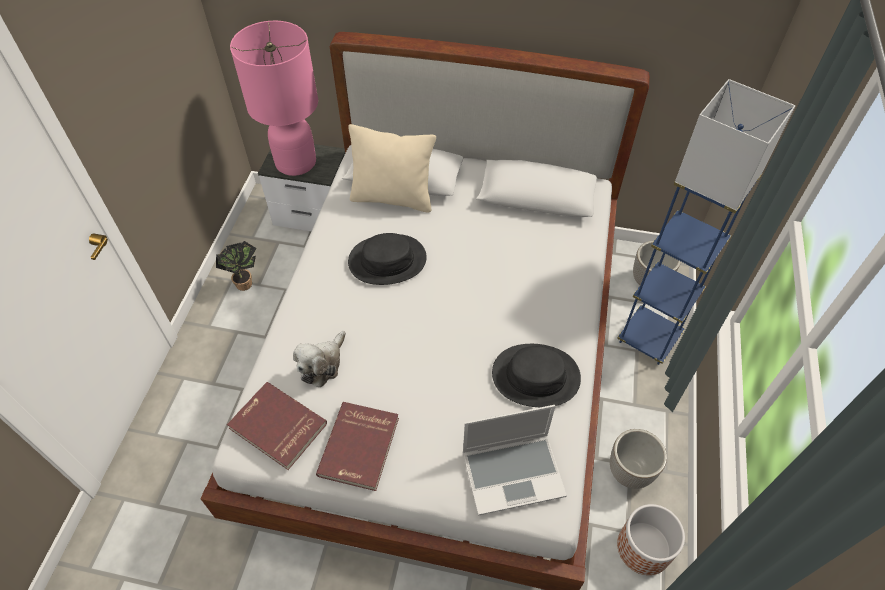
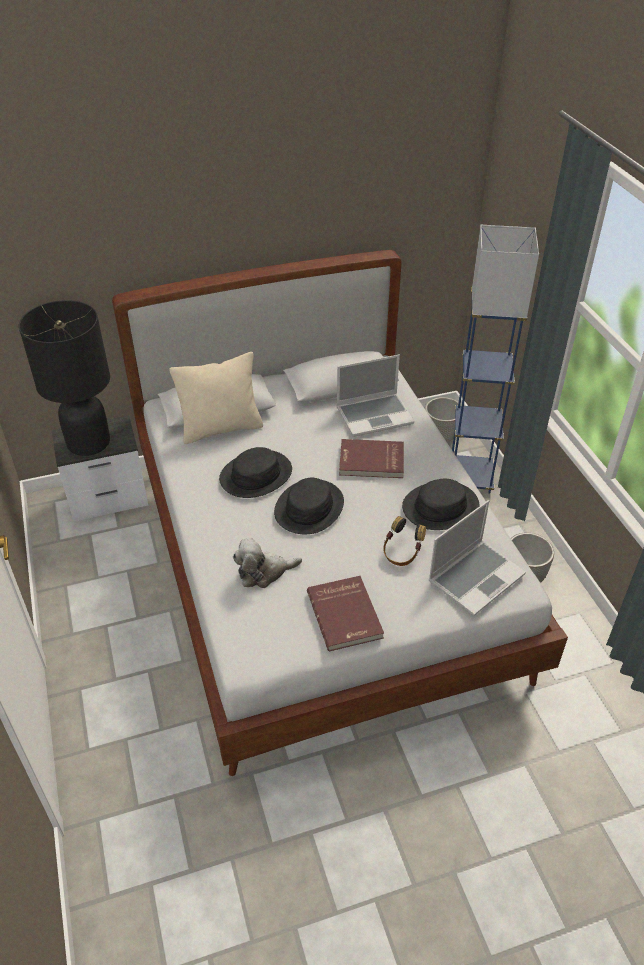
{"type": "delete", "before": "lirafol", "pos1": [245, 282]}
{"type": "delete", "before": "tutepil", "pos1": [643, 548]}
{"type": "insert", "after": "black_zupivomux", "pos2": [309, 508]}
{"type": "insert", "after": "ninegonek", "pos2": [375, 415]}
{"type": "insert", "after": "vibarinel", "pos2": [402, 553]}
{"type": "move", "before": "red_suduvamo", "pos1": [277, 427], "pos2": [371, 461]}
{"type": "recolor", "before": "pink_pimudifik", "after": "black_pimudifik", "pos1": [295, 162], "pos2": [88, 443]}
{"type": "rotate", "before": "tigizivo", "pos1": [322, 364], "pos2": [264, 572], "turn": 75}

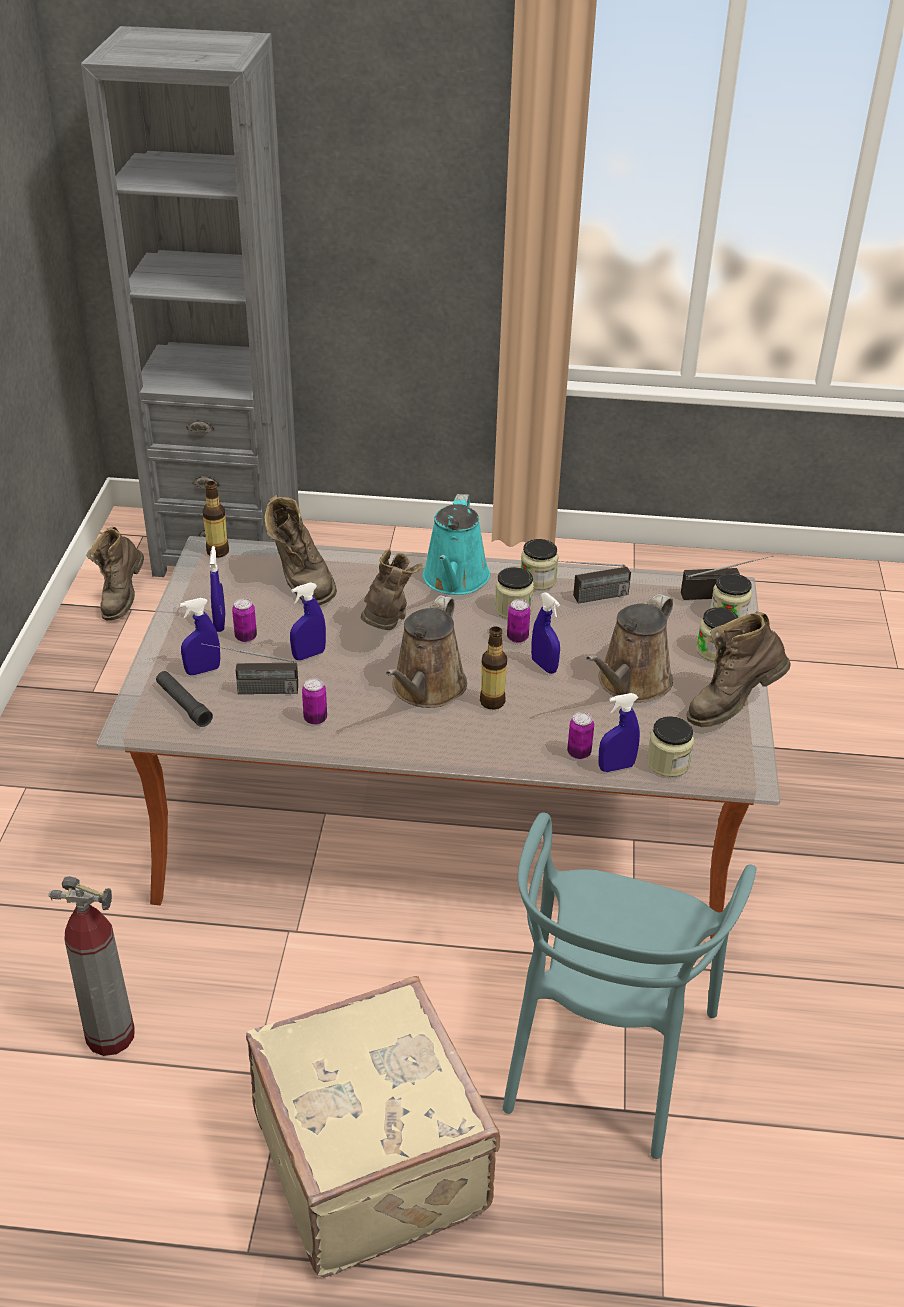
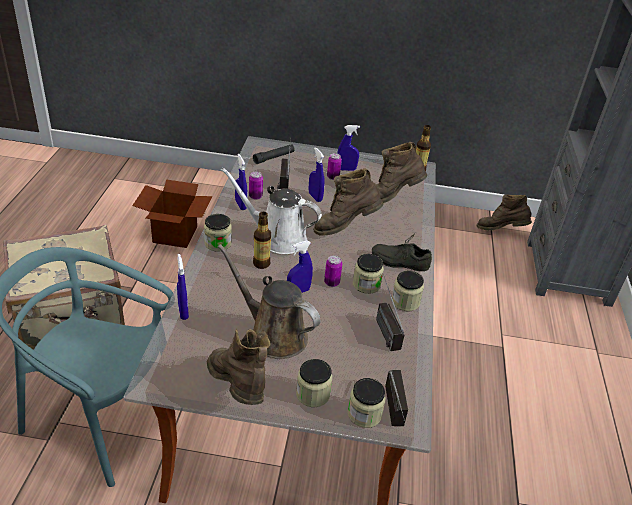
{"type": "delete", "before": "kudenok", "pos1": [579, 753]}
{"type": "move", "before": "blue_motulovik", "pos1": [203, 670], "pos2": [241, 205]}
{"type": "move", "before": "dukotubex", "pos1": [668, 763], "pos2": [218, 243]}
{"type": "replace", "before": "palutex", "after": "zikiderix", "pos1": [110, 1035], "pos2": [175, 234]}
{"type": "replace", "before": "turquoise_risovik", "after": "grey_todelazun", "pos1": [455, 580], "pos2": [400, 260]}
{"type": "recolor", "before": "brown_risovik", "after": "white_risovik", "pos1": [426, 689], "pos2": [277, 238]}
{"type": "rotate", "before": "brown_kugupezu", "pos1": [387, 625], "pos2": [345, 227], "turn": 150}

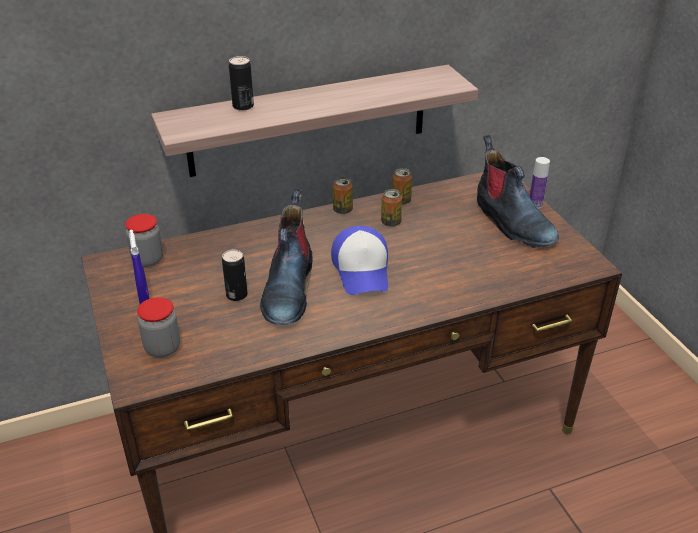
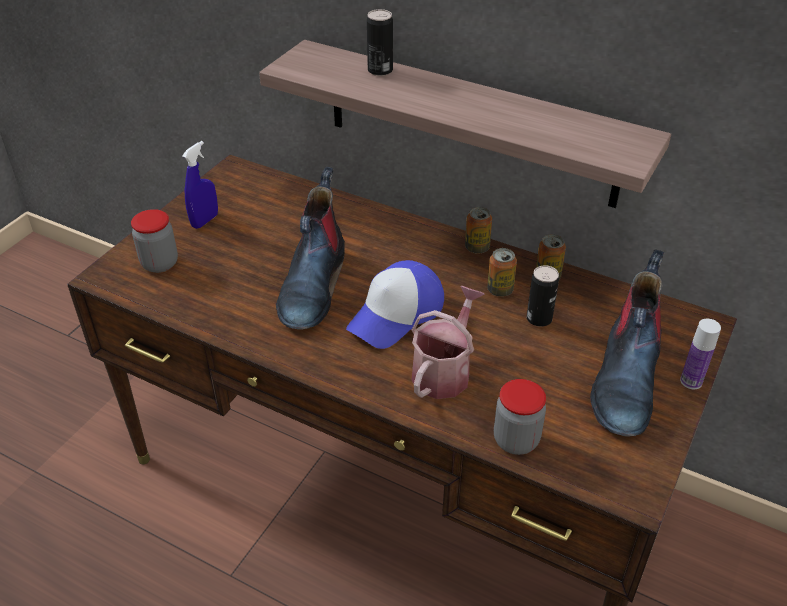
{"type": "insert", "after": "risovik", "pos2": [444, 370]}
{"type": "move", "before": "dukotubex", "pos1": [148, 260], "pos2": [516, 440]}
{"type": "move", "before": "kudenok", "pos1": [236, 295], "pos2": [539, 319]}
{"type": "rotate", "before": "kugupezu", "pos1": [288, 289], "pos2": [312, 285], "turn": -45}

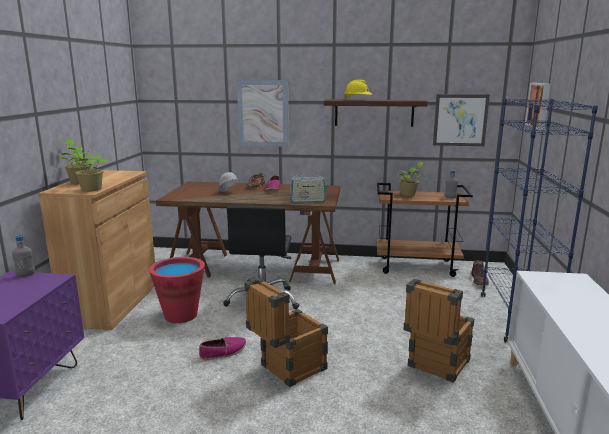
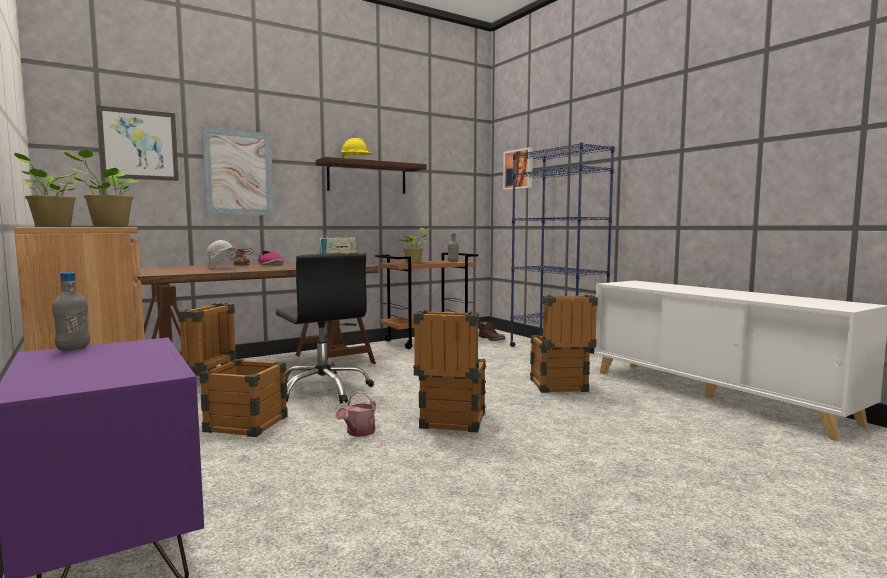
{"type": "move", "before": "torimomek", "pos1": [460, 120], "pos2": [139, 144]}
{"type": "replace", "before": "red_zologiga", "after": "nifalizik", "pos1": [181, 315], "pos2": [237, 423]}
{"type": "replace", "before": "todelazun", "after": "risovik", "pos1": [223, 352], "pos2": [358, 433]}

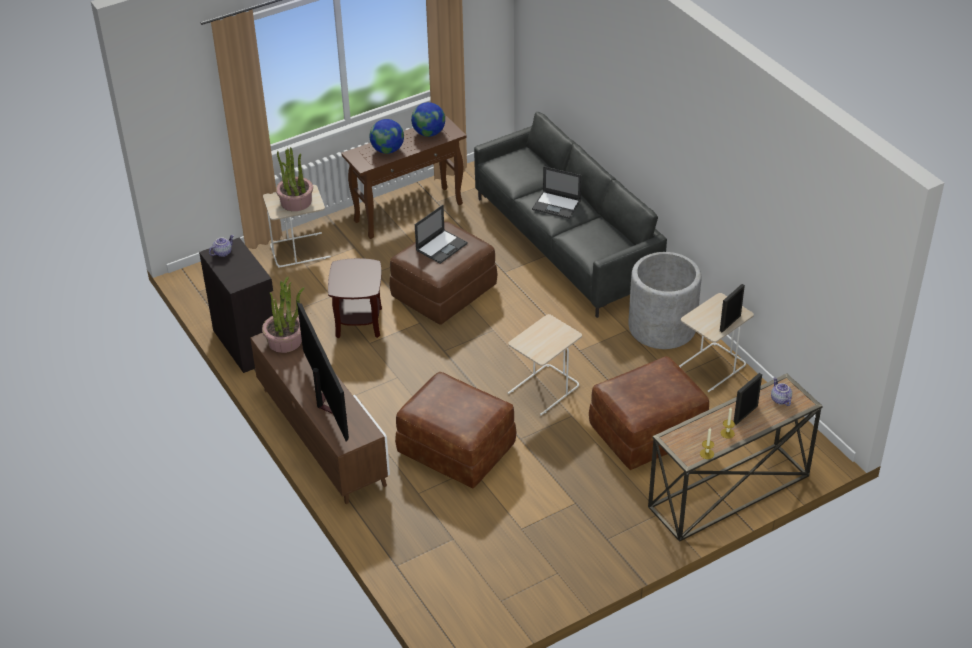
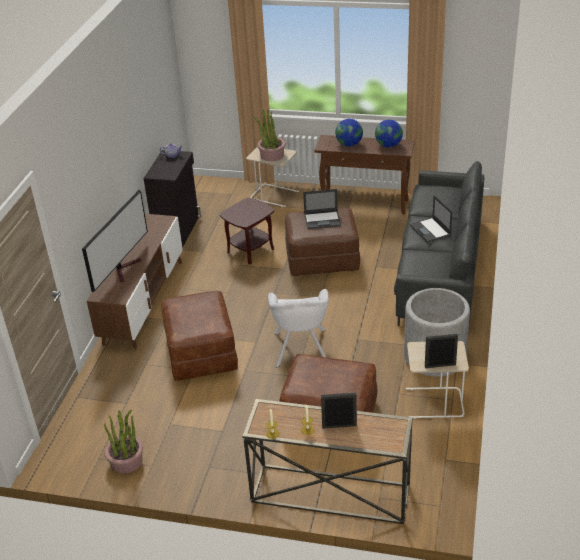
{"type": "delete", "before": "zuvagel", "pos1": [780, 399]}
{"type": "move", "before": "lirafol", "pos1": [285, 341], "pos2": [126, 461]}
{"type": "replace", "before": "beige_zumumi", "after": "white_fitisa", "pos1": [544, 390], "pos2": [301, 350]}

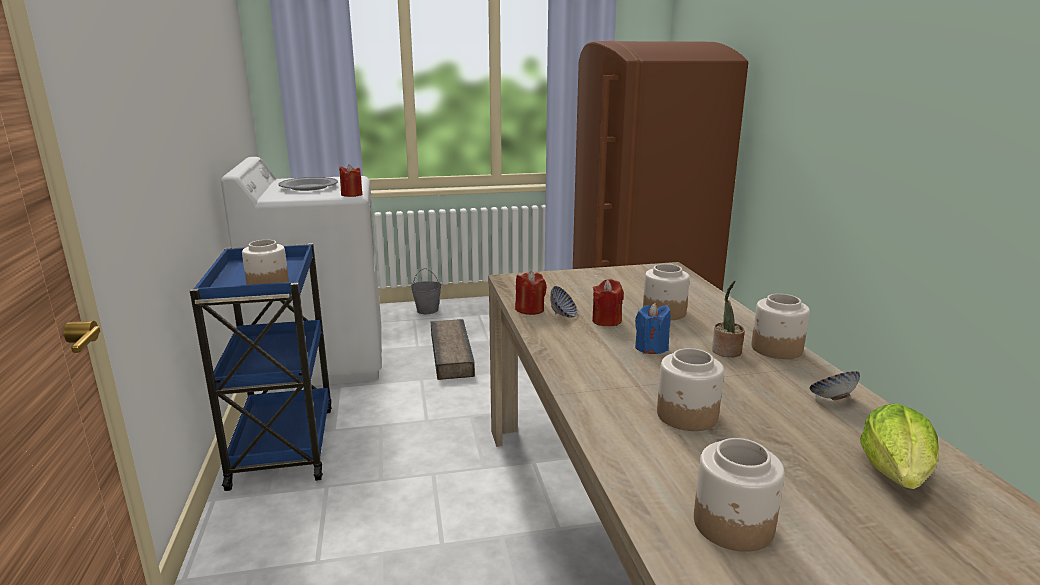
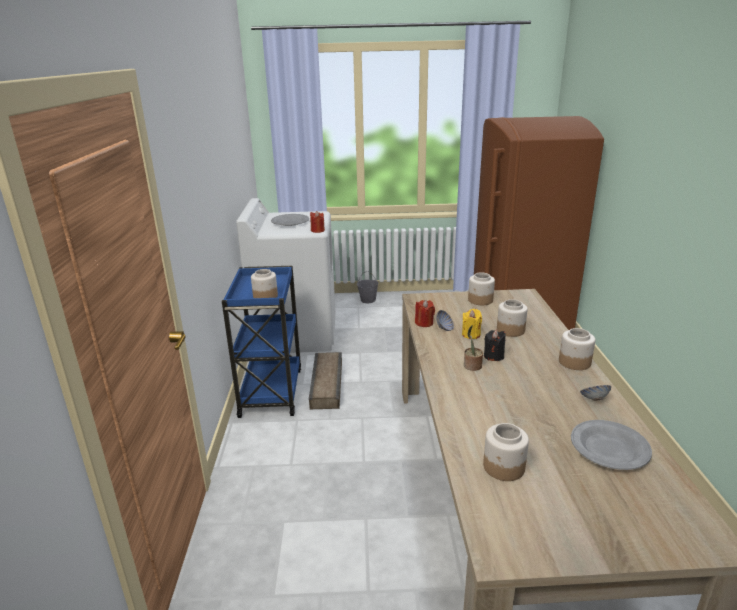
{"type": "move", "before": "nifalizik", "pos1": [453, 354], "pos2": [328, 384]}
{"type": "move", "before": "dukotubex", "pos1": [687, 416], "pos2": [480, 300]}
{"type": "move", "before": "lirafol", "pos1": [726, 352], "pos2": [472, 366]}
{"type": "replace", "before": "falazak", "after": "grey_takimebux", "pos1": [897, 473], "pos2": [609, 448]}
{"type": "recolor", "before": "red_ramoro", "after": "yellow_ramoro", "pos1": [606, 321], "pos2": [471, 334]}
{"type": "recolor", "before": "blue_ramoro", "after": "black_ramoro", "pos1": [651, 348], "pos2": [493, 356]}

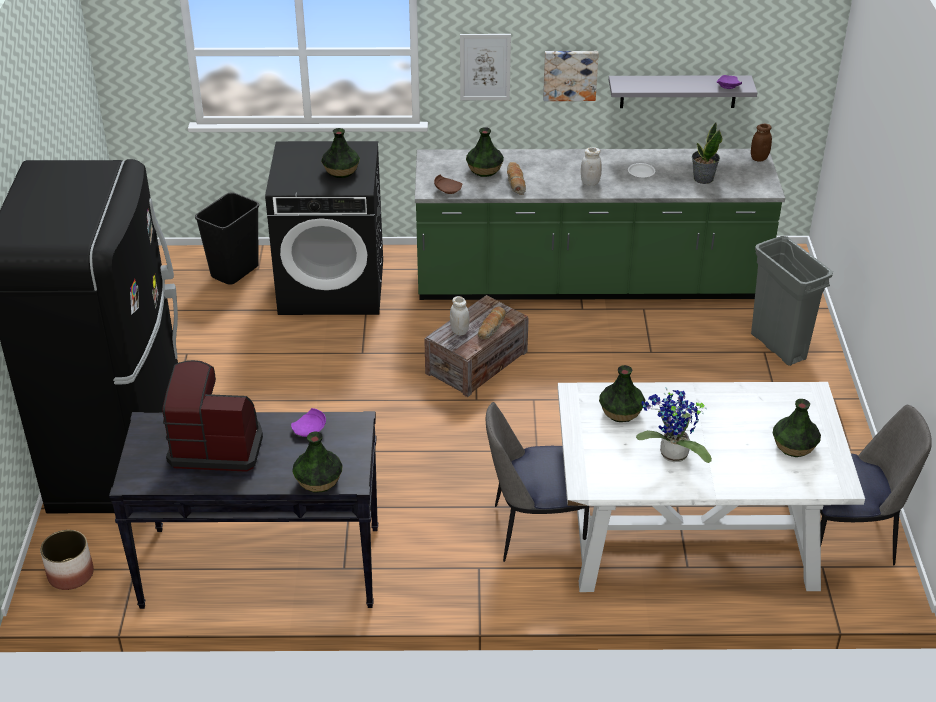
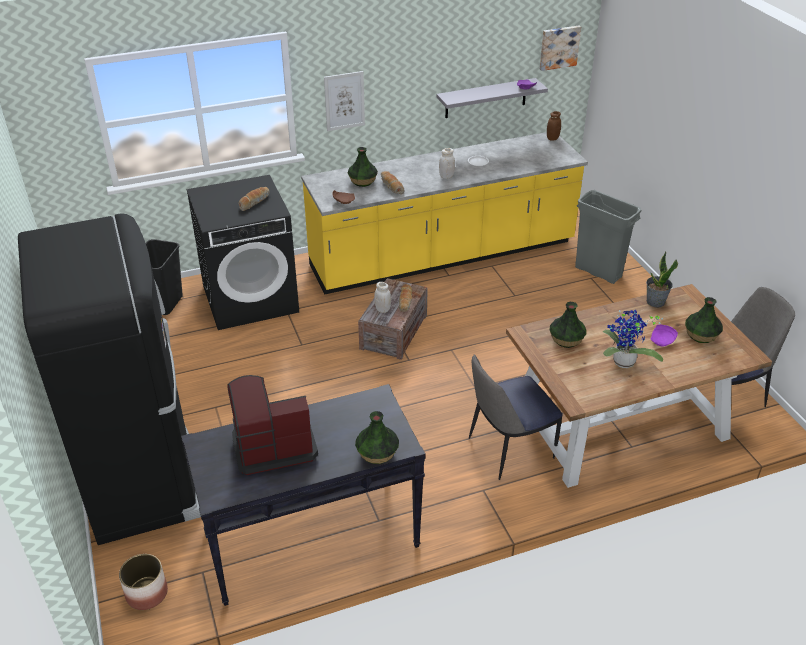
{"type": "move", "before": "purple_takimebux", "pos1": [310, 429], "pos2": [662, 340]}
{"type": "move", "before": "torimomek", "pos1": [570, 74], "pos2": [559, 47]}
{"type": "move", "before": "lirafol", "pos1": [703, 178], "pos2": [655, 302]}
{"type": "replace", "before": "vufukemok", "after": "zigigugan", "pos1": [341, 171], "pos2": [254, 202]}
{"type": "recolor", "before": "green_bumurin", "after": "yellow_bumurin", "pos1": [589, 284], "pos2": [443, 256]}
{"type": "recolor", "before": "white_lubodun", "after": "brown_lubodun", "pos1": [691, 534], "pos2": [620, 421]}

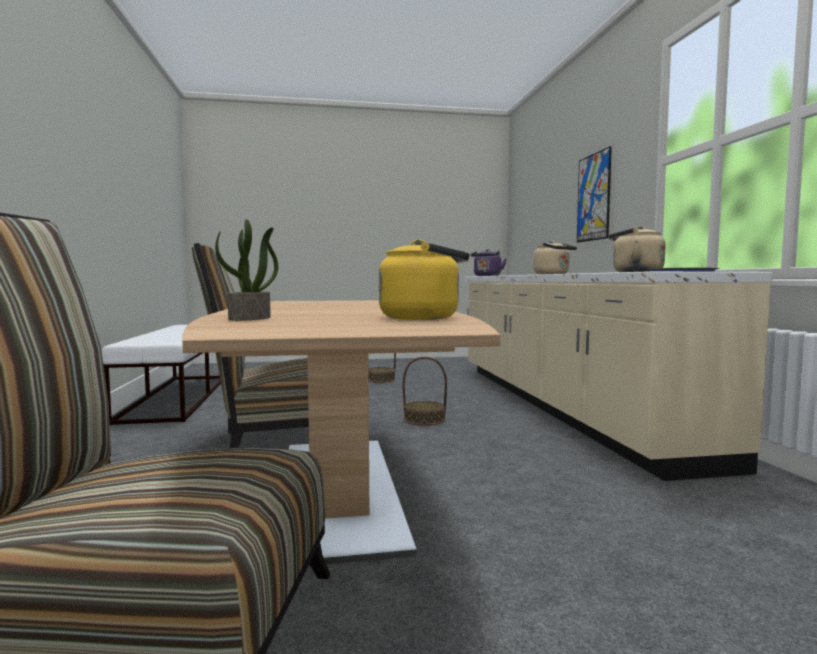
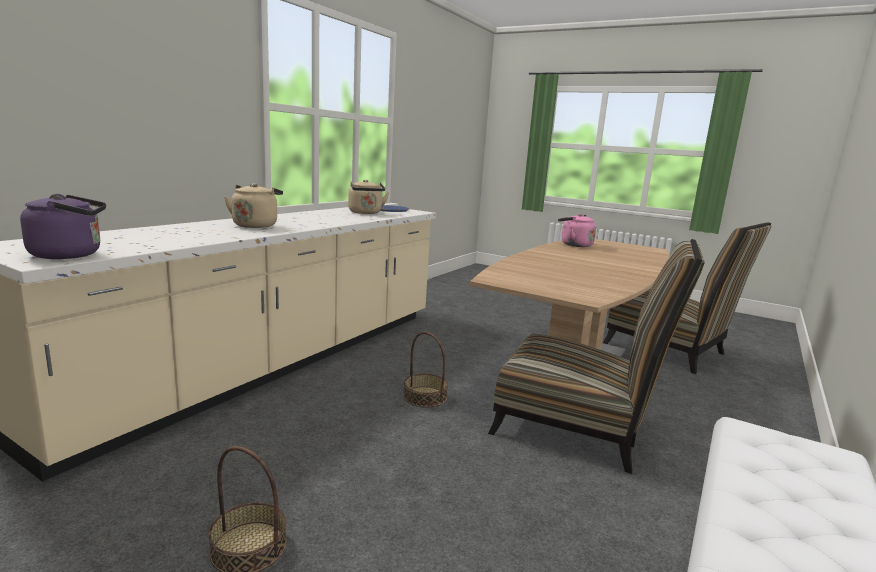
{"type": "delete", "before": "lirafol", "pos1": [250, 318]}
{"type": "delete", "before": "torimomek", "pos1": [593, 197]}
{"type": "recolor", "before": "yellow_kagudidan", "after": "pink_kagudidan", "pos1": [424, 318], "pos2": [574, 245]}

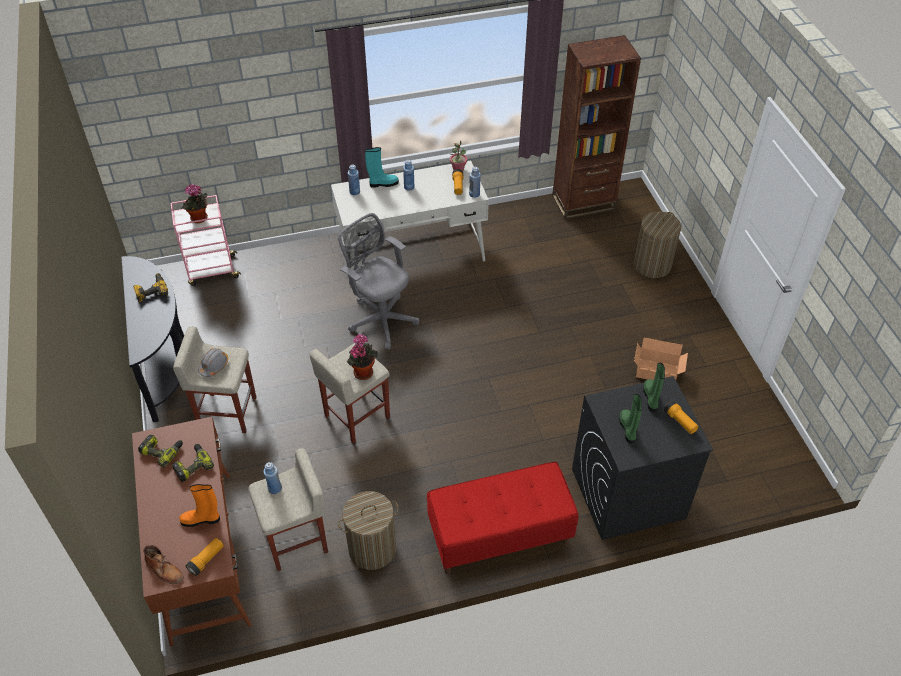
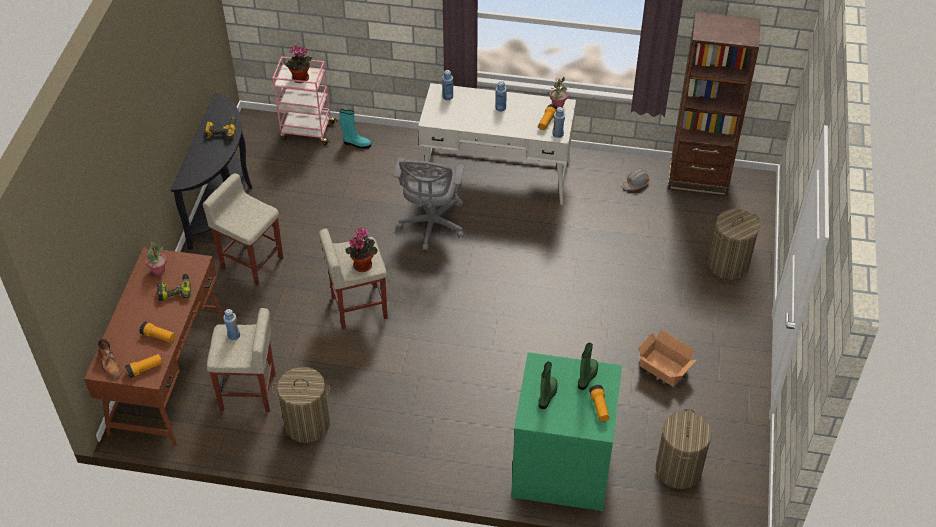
{"type": "delete", "before": "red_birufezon", "pos1": [499, 535]}
{"type": "insert", "after": "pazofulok", "pos2": [678, 469]}
{"type": "move", "before": "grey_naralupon", "pos1": [214, 365], "pos2": [636, 183]}
{"type": "move", "before": "turquoise_kugupezu", "pos1": [383, 183], "pos2": [356, 144]}
{"type": "replace", "before": "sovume", "after": "lirafol", "pos1": [162, 451], "pos2": [158, 270]}
{"type": "replace", "before": "orange_kugupezu", "after": "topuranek", "pos1": [201, 519], "pos2": [158, 336]}
{"type": "recolor", "before": "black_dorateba", "after": "green_dorateba", "pos1": [627, 494], "pos2": [561, 467]}
{"type": "rotate", "before": "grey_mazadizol", "pos1": [381, 318], "pos2": [431, 226], "turn": -150}

